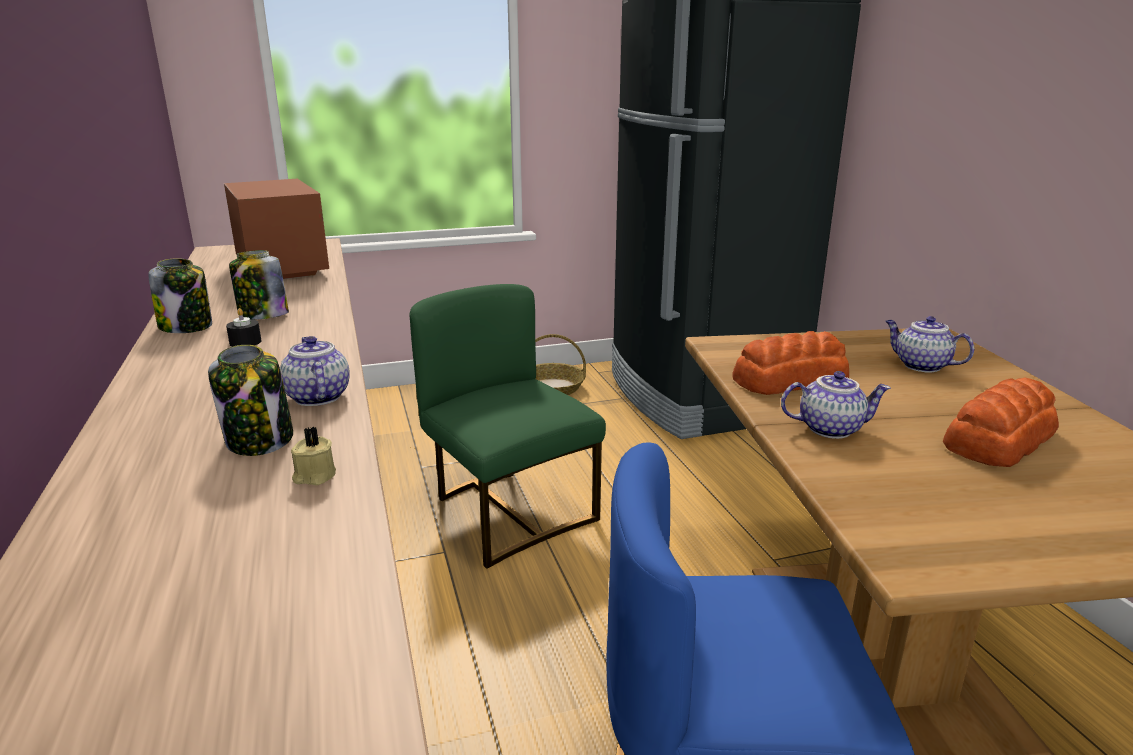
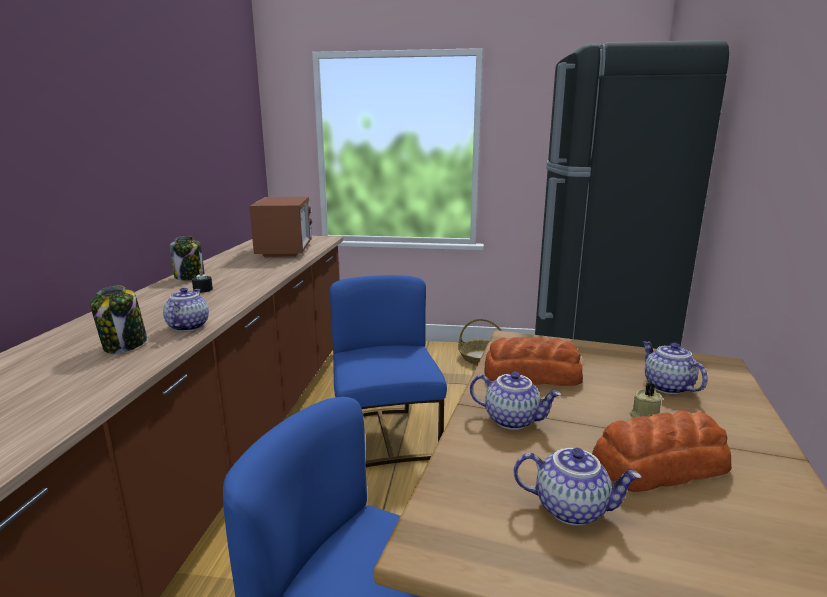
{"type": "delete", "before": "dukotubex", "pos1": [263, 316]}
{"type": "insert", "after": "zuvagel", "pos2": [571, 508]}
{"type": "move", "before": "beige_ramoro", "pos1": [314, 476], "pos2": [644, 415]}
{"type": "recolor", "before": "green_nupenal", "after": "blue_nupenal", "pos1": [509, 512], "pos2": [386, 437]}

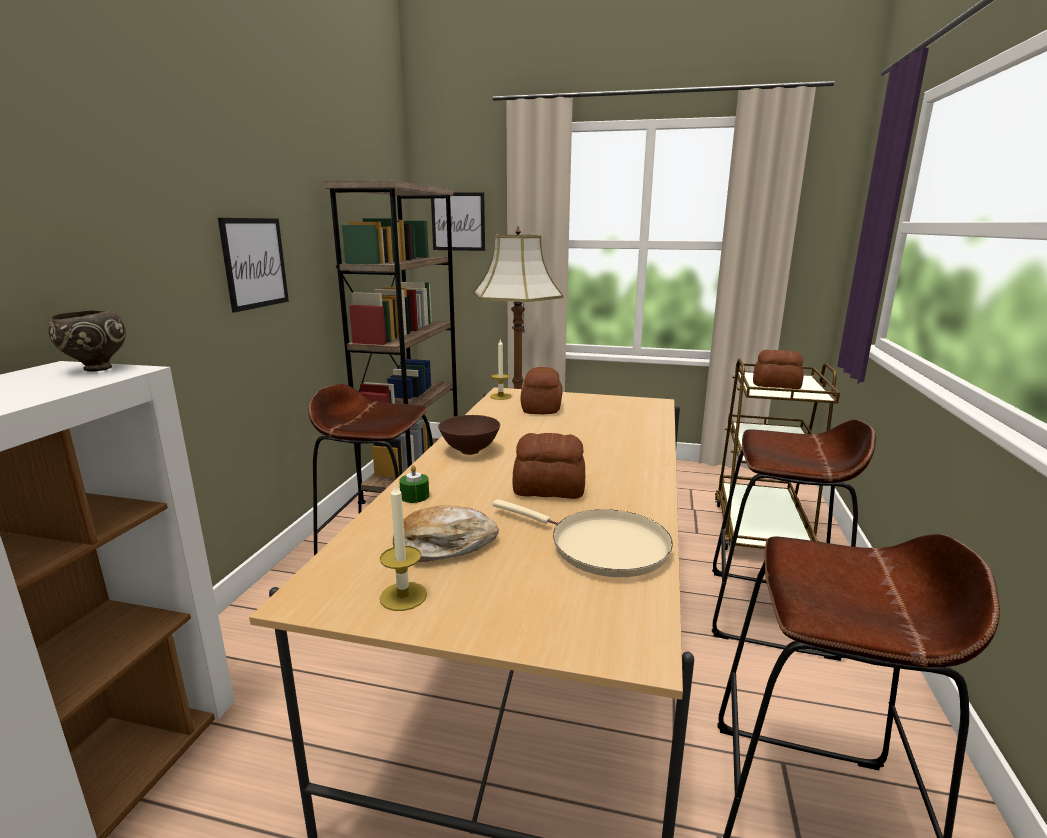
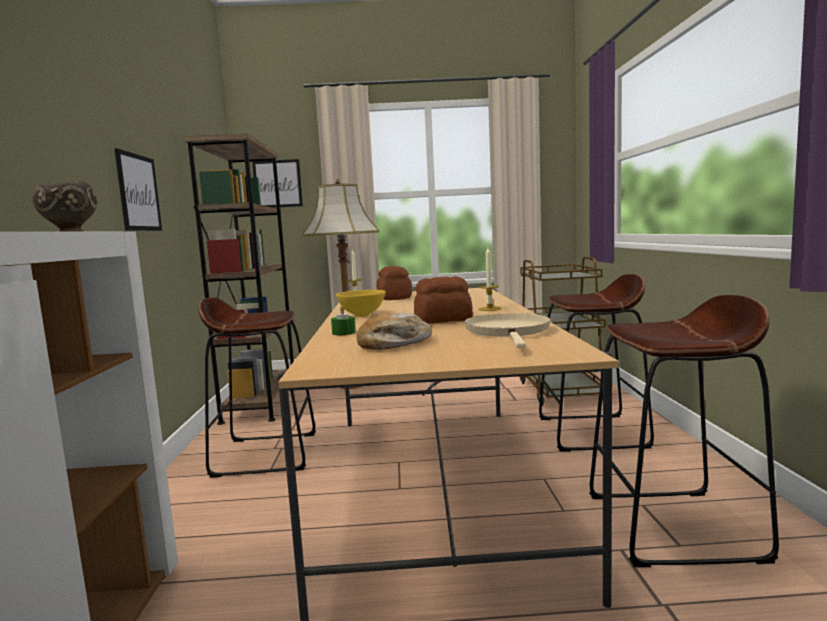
{"type": "delete", "before": "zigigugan", "pos1": [777, 385]}
{"type": "move", "before": "ramoro", "pos1": [403, 596], "pos2": [489, 309]}
{"type": "recolor", "before": "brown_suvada", "after": "yellow_suvada", "pos1": [470, 451], "pos2": [362, 315]}
{"type": "rotate", "before": "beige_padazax", "pos1": [601, 547], "pos2": [508, 331], "turn": -105}

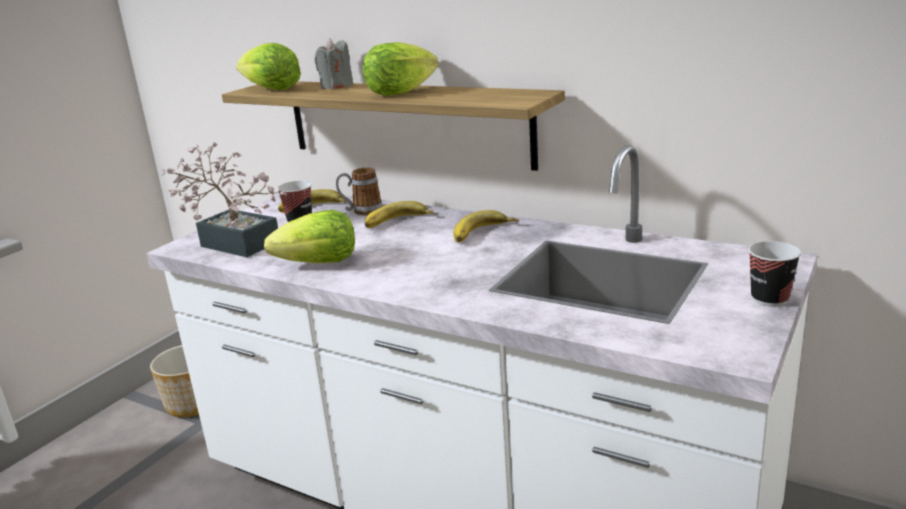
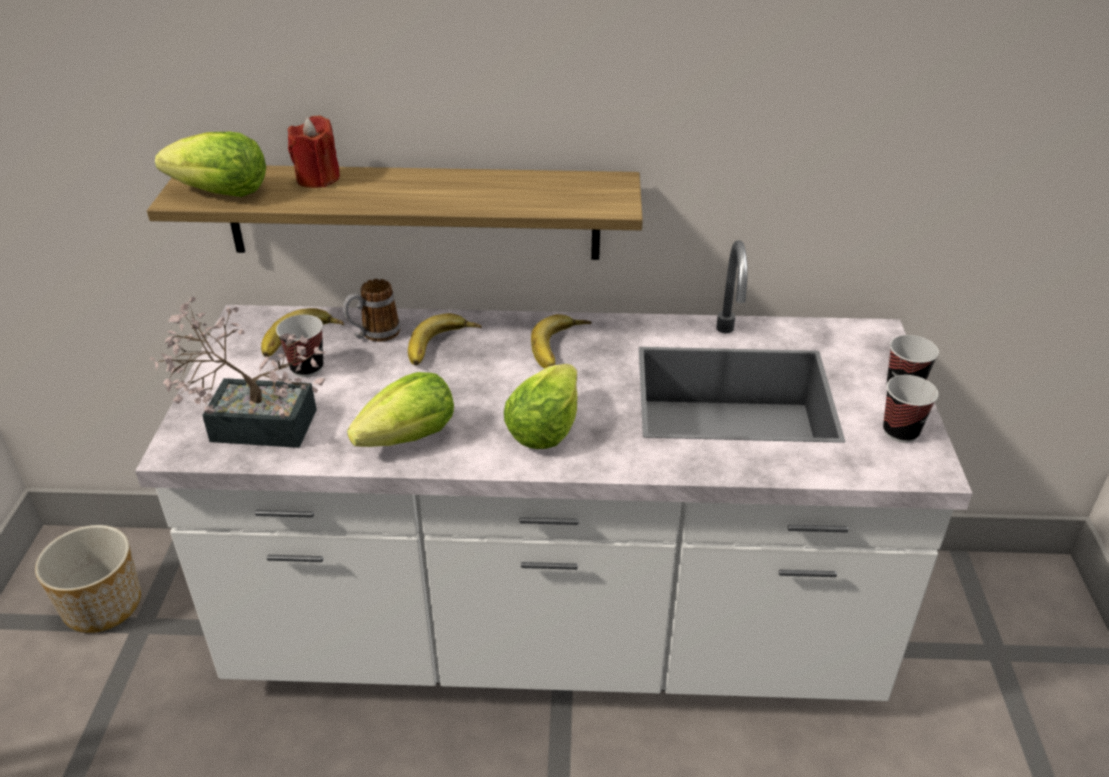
{"type": "insert", "after": "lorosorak", "pos2": [900, 432]}
{"type": "move", "before": "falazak", "pos1": [400, 93], "pos2": [544, 429]}
{"type": "recolor", "before": "grey_ramoro", "after": "red_ramoro", "pos1": [336, 86], "pos2": [318, 179]}

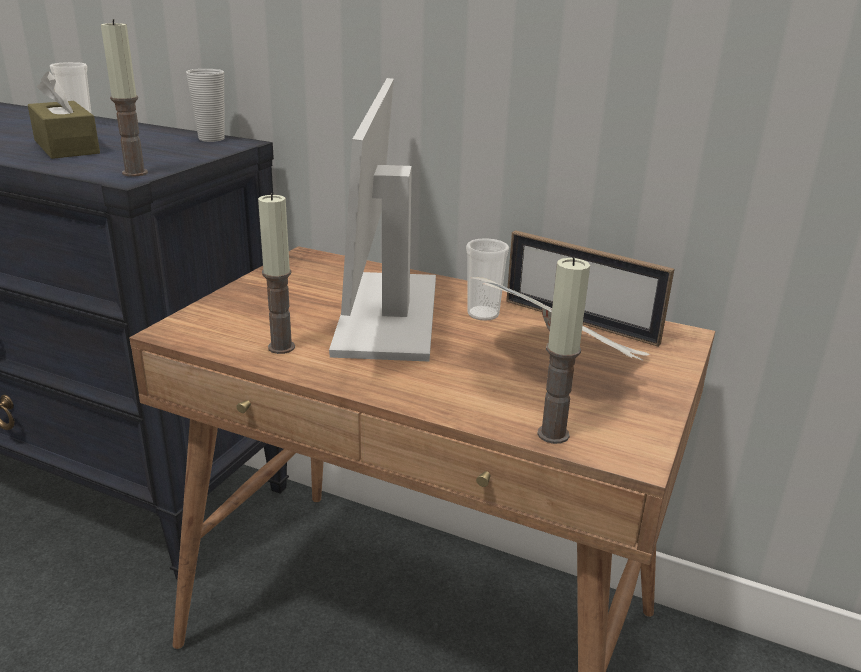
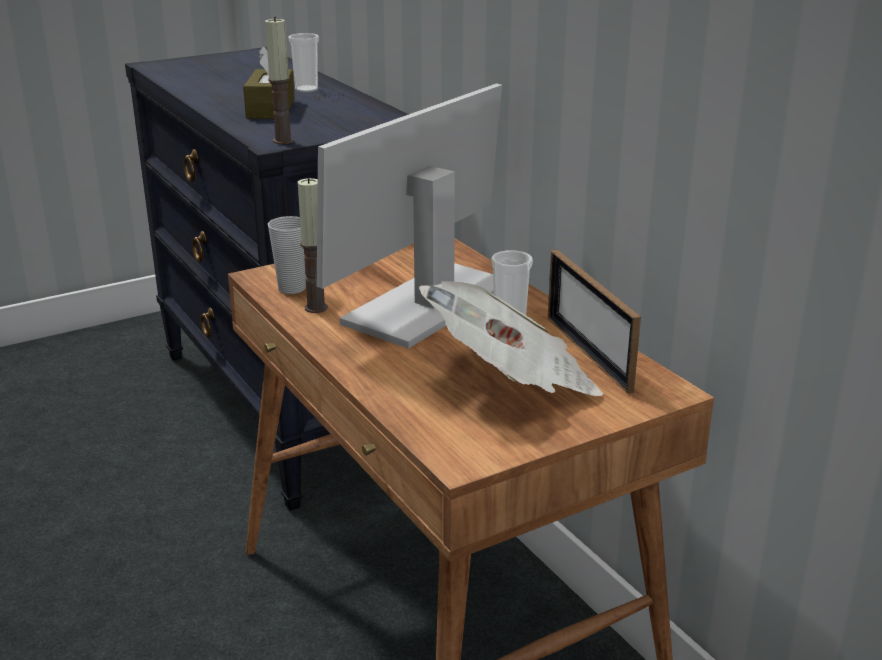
{"type": "delete", "before": "ramoro", "pos1": [553, 434]}
{"type": "move", "before": "lorosorak", "pos1": [211, 139], "pos2": [292, 288]}

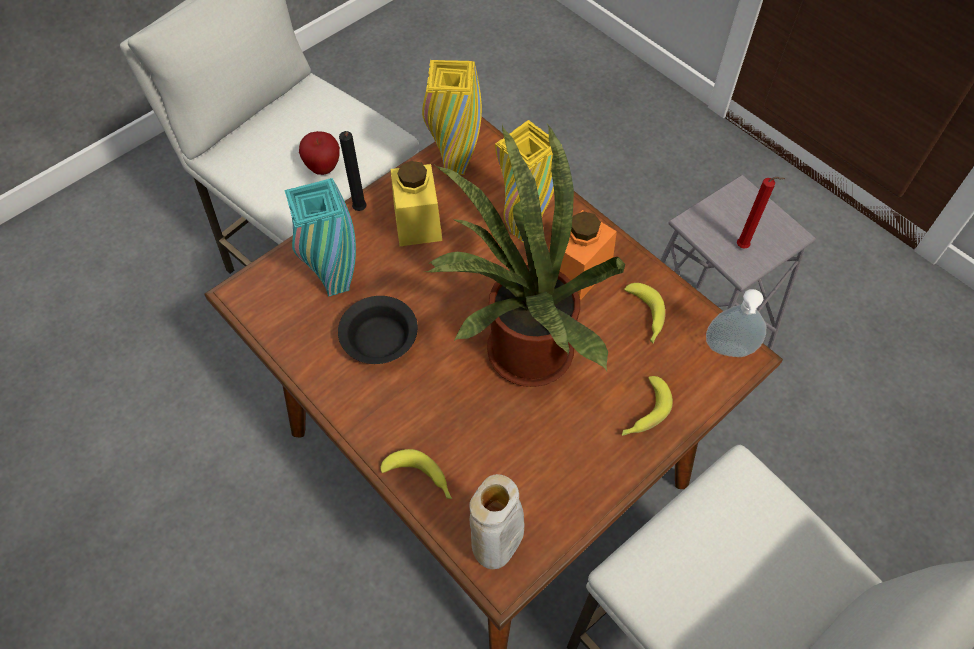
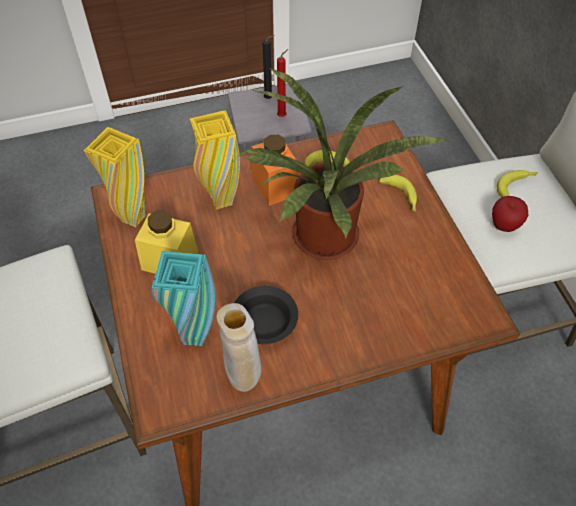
{"type": "delete", "before": "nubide", "pos1": [728, 352]}
{"type": "move", "before": "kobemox", "pos1": [323, 168], "pos2": [504, 226]}
{"type": "move", "before": "black_ramoro", "pos1": [360, 211], "pos2": [269, 99]}
{"type": "move", "before": "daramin", "pos1": [420, 479], "pos2": [516, 185]}
{"type": "move", "before": "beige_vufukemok", "pos1": [496, 552], "pos2": [244, 379]}

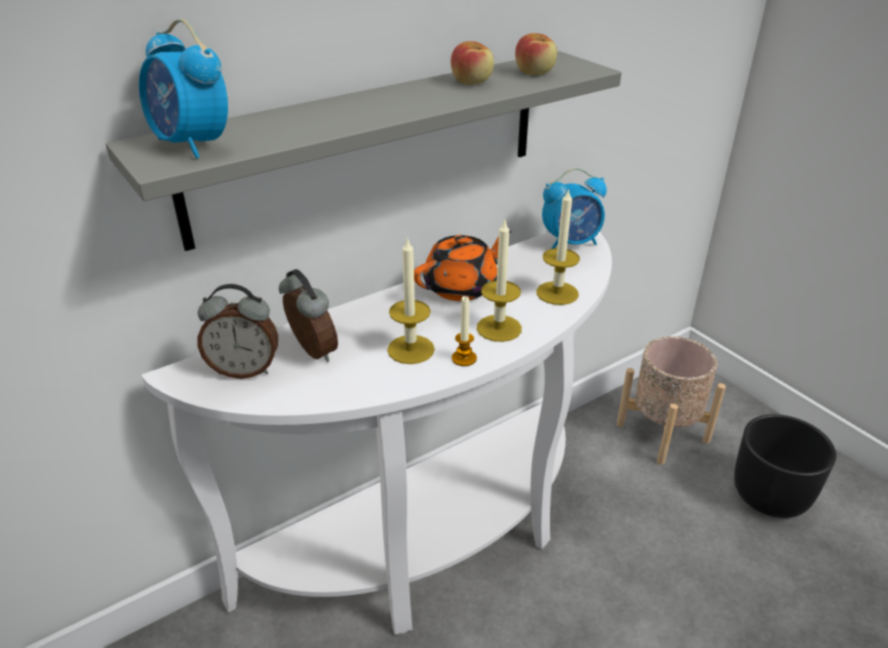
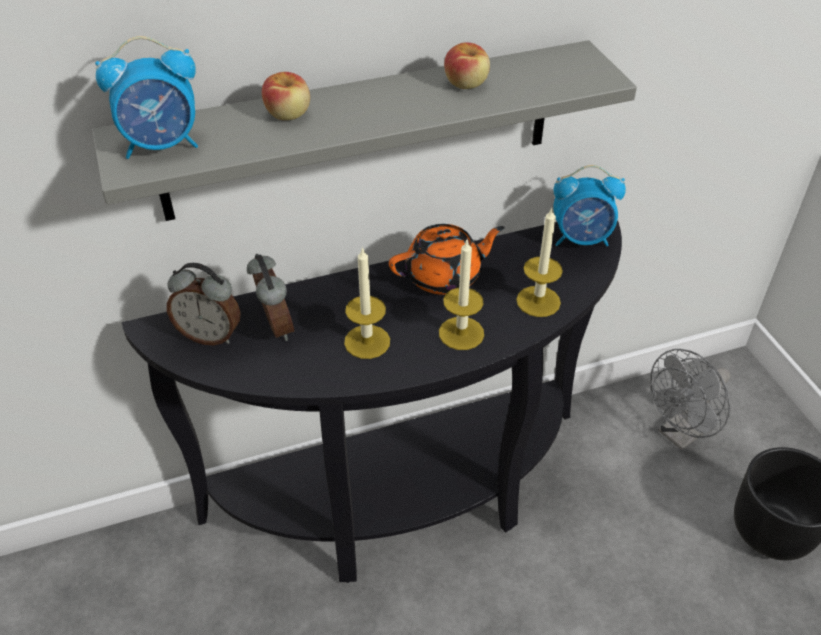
{"type": "delete", "before": "ramoro", "pos1": [464, 358]}
{"type": "move", "before": "kobemox", "pos1": [535, 72], "pos2": [288, 114]}
{"type": "replace", "before": "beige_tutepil", "after": "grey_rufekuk", "pos1": [662, 432], "pos2": [680, 434]}
{"type": "recolor", "before": "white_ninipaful", "after": "black_ninipaful", "pos1": [438, 541], "pos2": [407, 501]}
{"type": "rotate", "before": "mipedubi", "pos1": [192, 145], "pos2": [163, 145], "turn": -75}

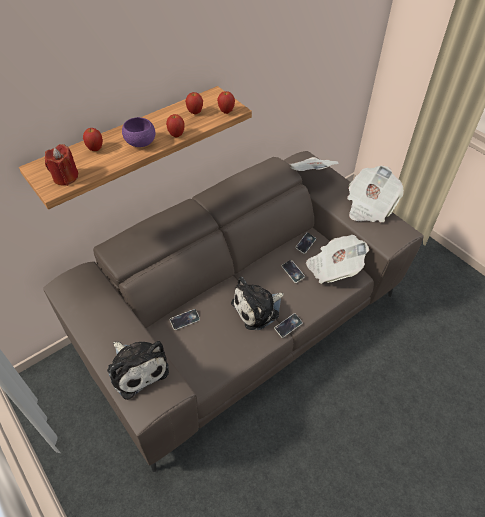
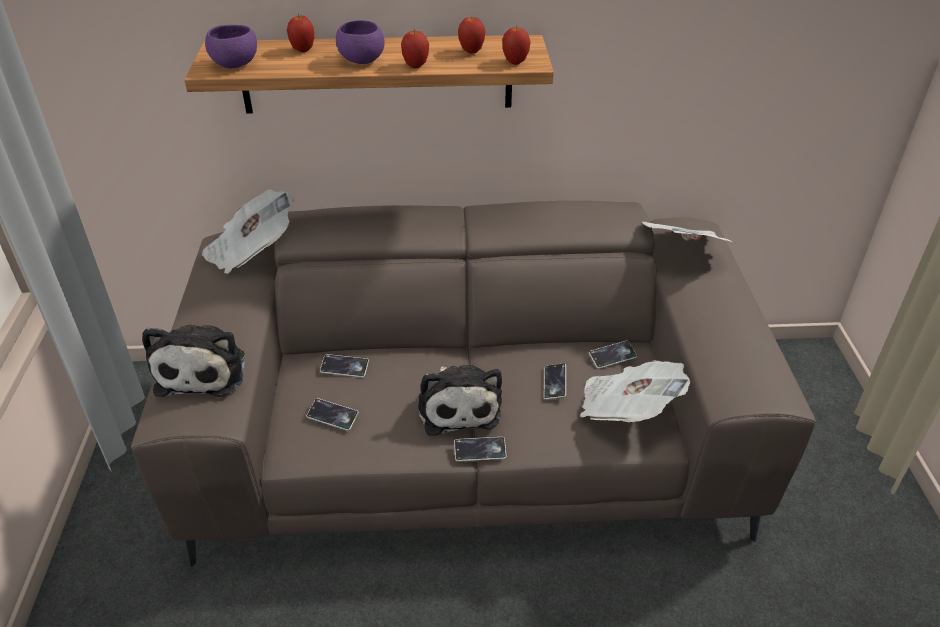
{"type": "insert", "after": "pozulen", "pos2": [332, 417]}
{"type": "move", "before": "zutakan", "pos1": [369, 206], "pos2": [251, 251]}
{"type": "replace", "before": "red_ramoro", "after": "purple_suvada", "pos1": [65, 177], "pos2": [235, 65]}
{"type": "rotate", "before": "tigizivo", "pos1": [258, 309], "pos2": [458, 406], "turn": -105}

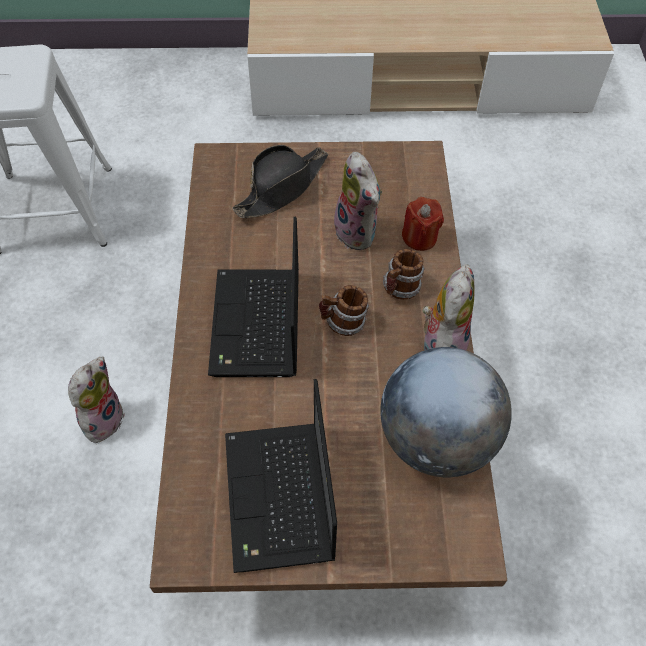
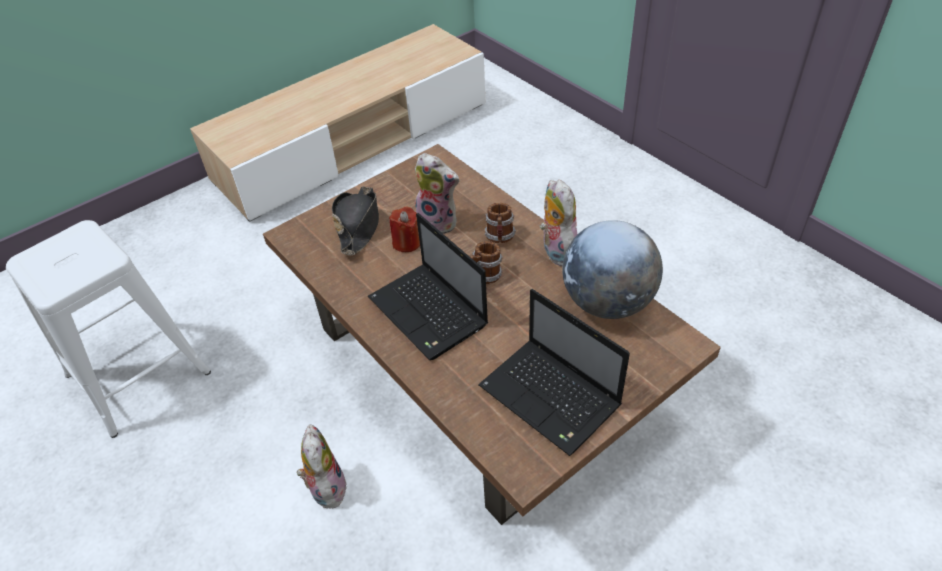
{"type": "move", "before": "red_ramoro", "pos1": [420, 237], "pos2": [407, 242]}

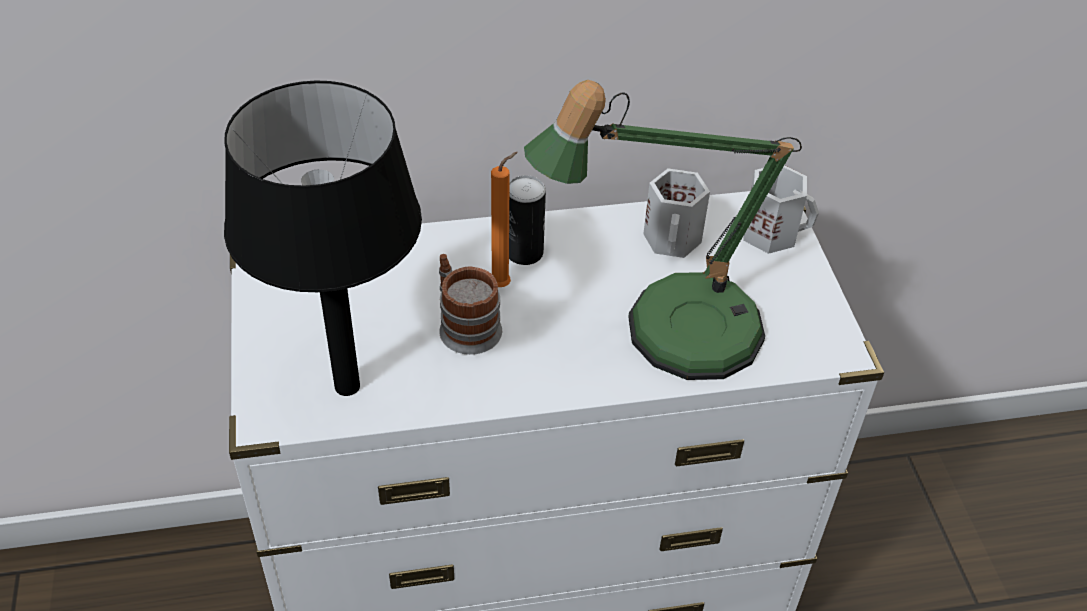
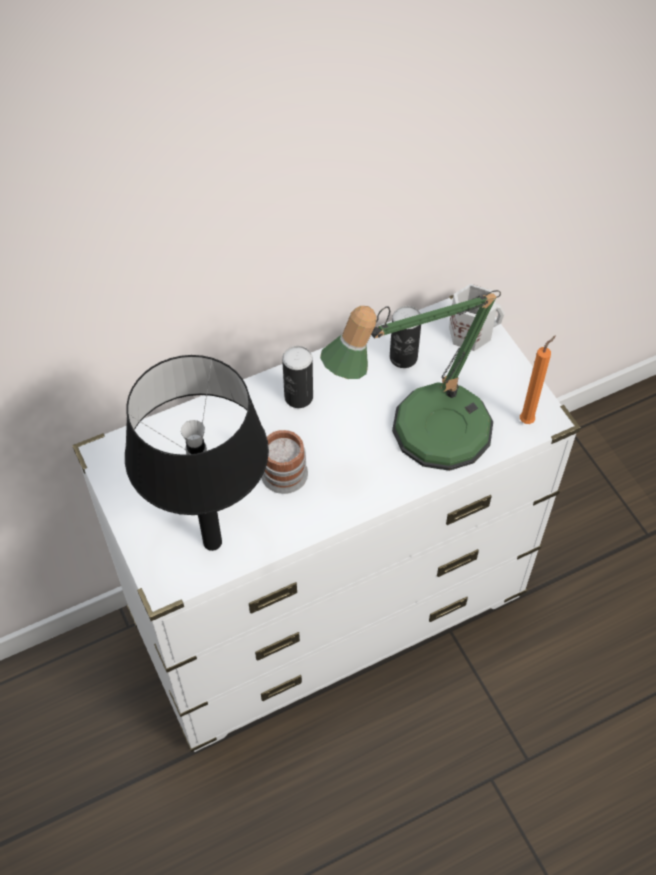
{"type": "move", "before": "orange_ramoro", "pos1": [503, 285], "pos2": [528, 420]}
{"type": "replace", "before": "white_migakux", "after": "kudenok", "pos1": [673, 240], "pos2": [403, 357]}

